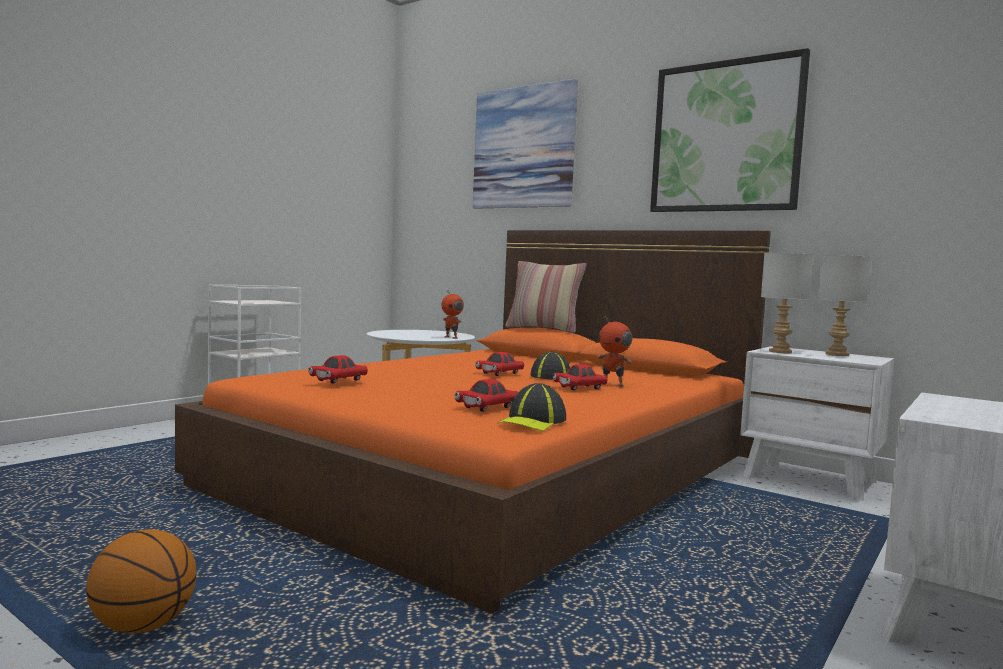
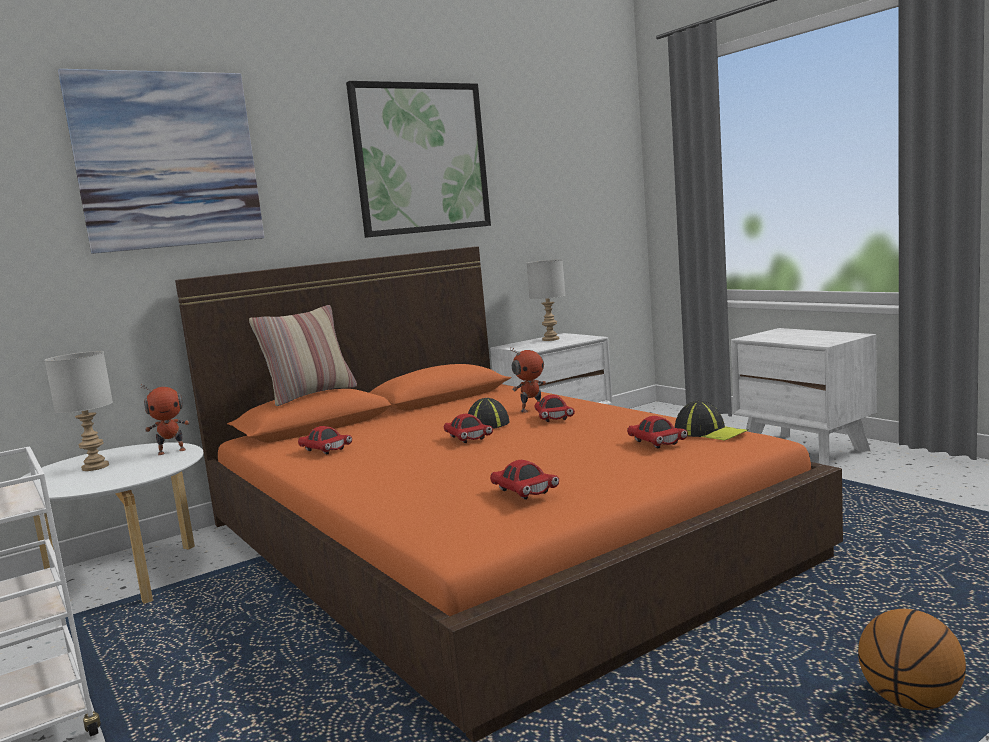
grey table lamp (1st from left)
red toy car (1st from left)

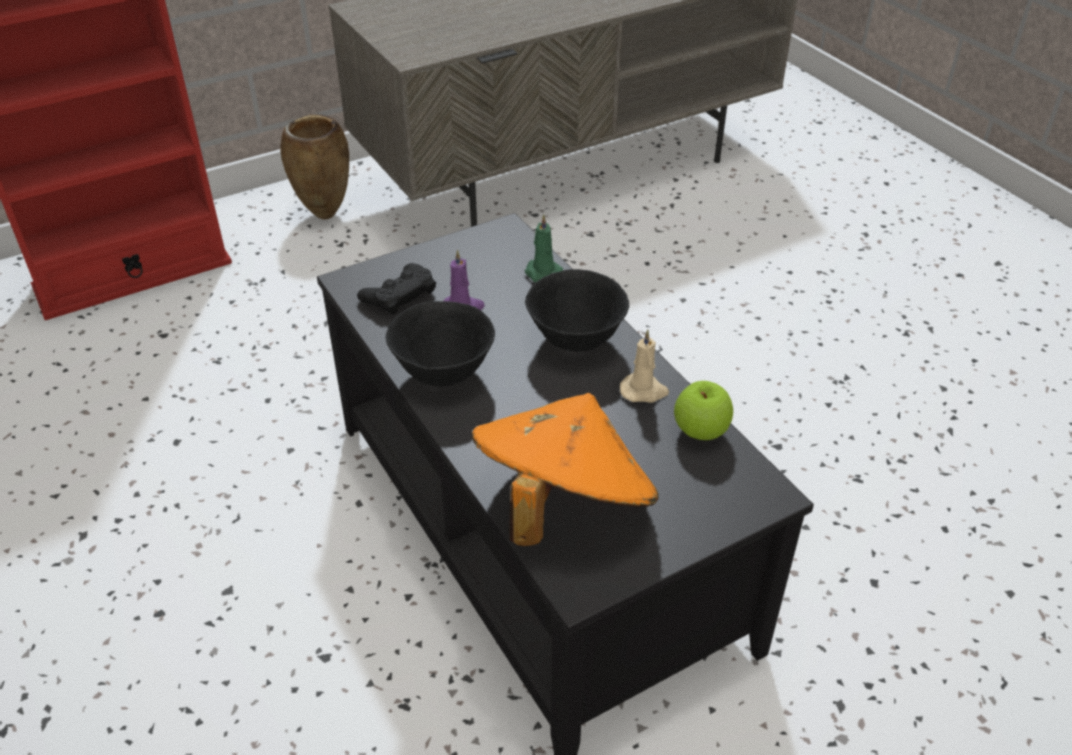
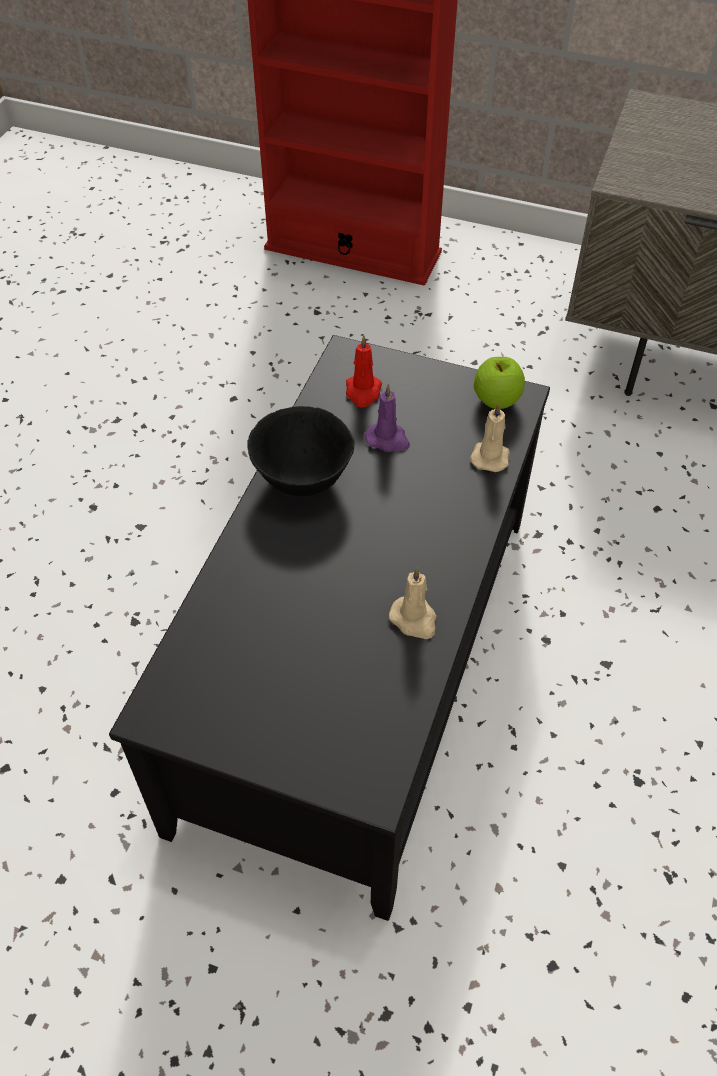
red candle
beige candle (2nd from left)
apple
brown vase
orange hat
black bowl (2nd from left in the first image)

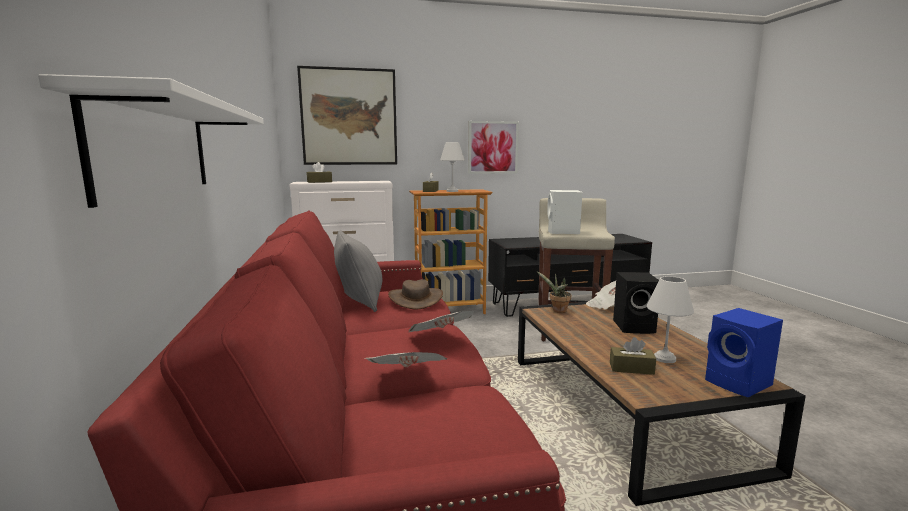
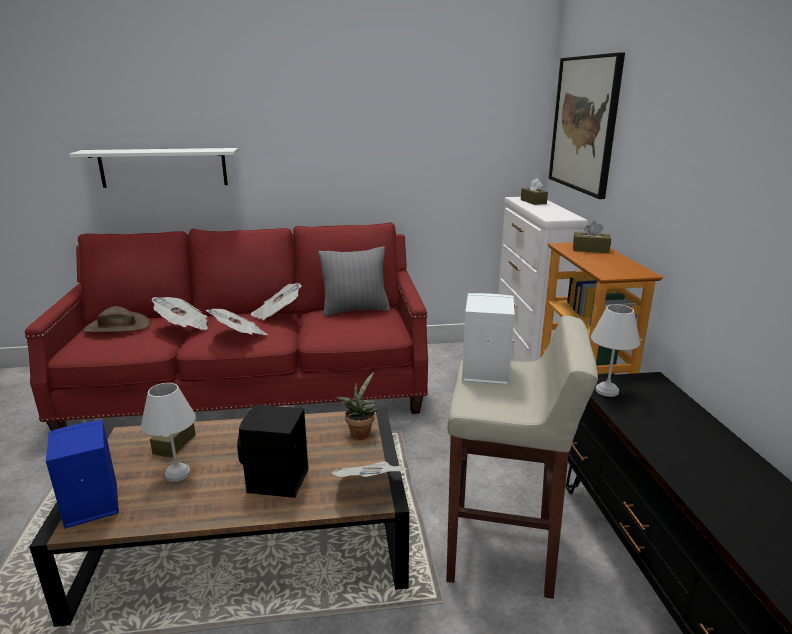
brown hat
newspaper (3rd from left)
white table lamp (2nd from left)
picture (2nd from left in the first image)

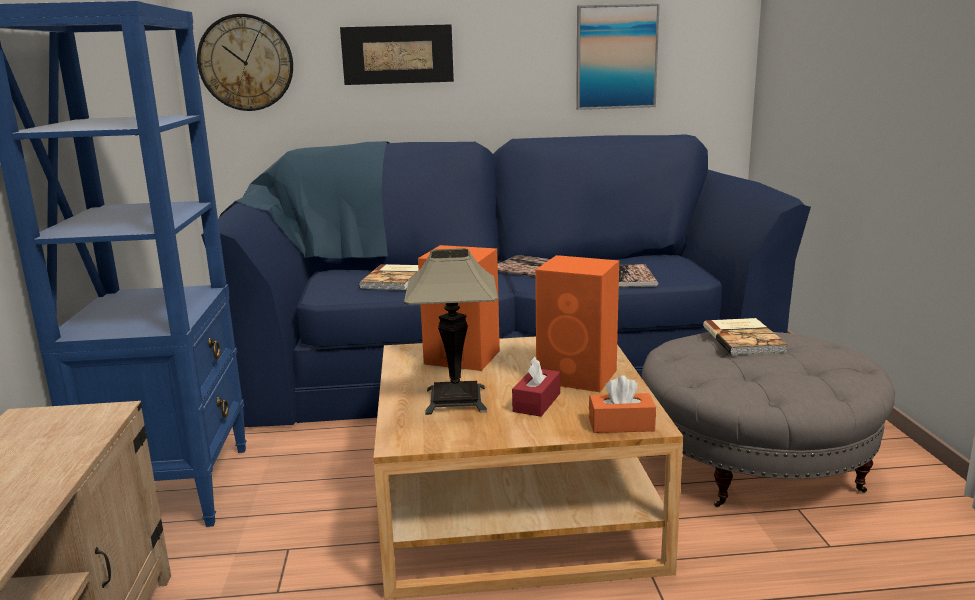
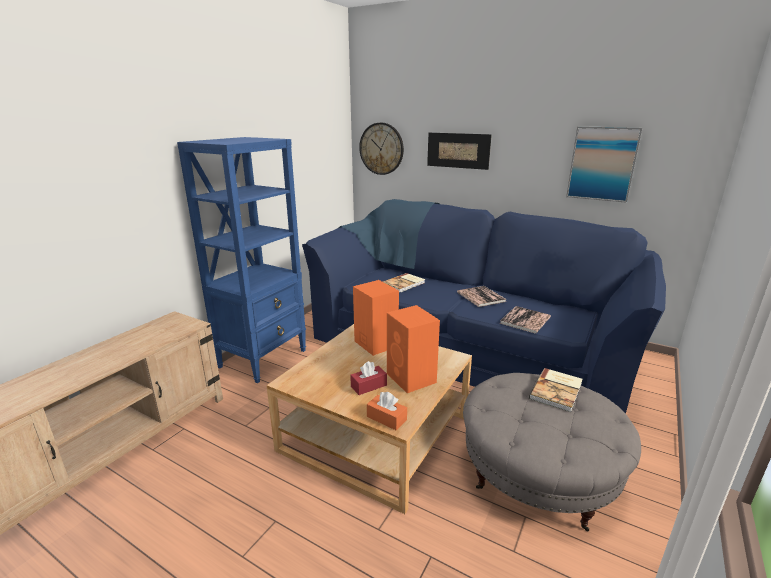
table lamp

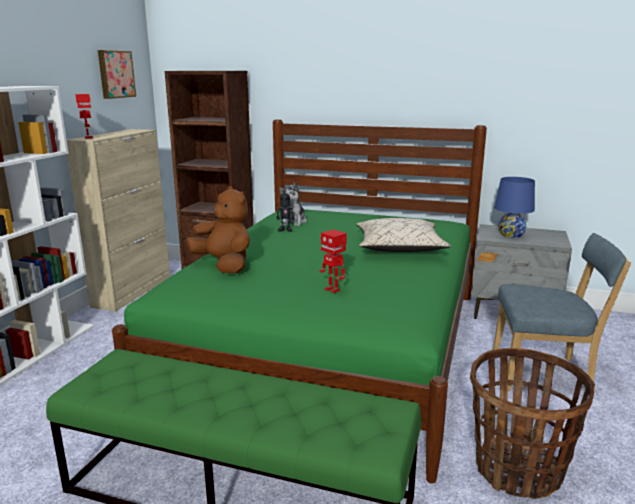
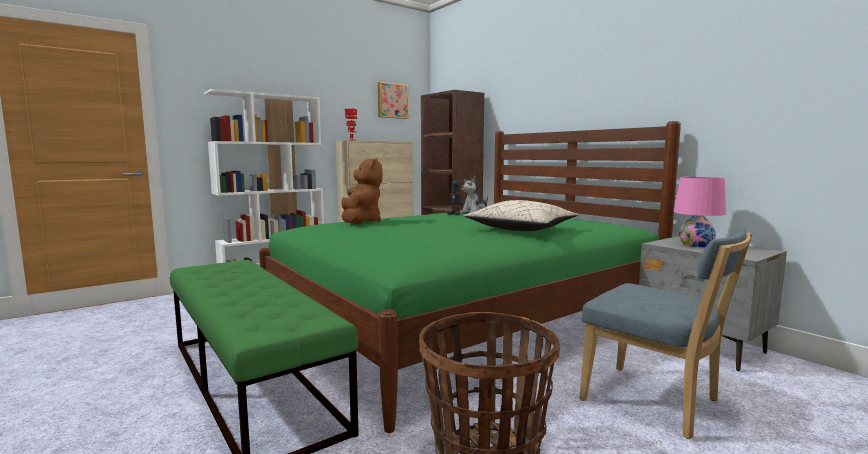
pink table lamp
toy robot (3rd from left in the first image)

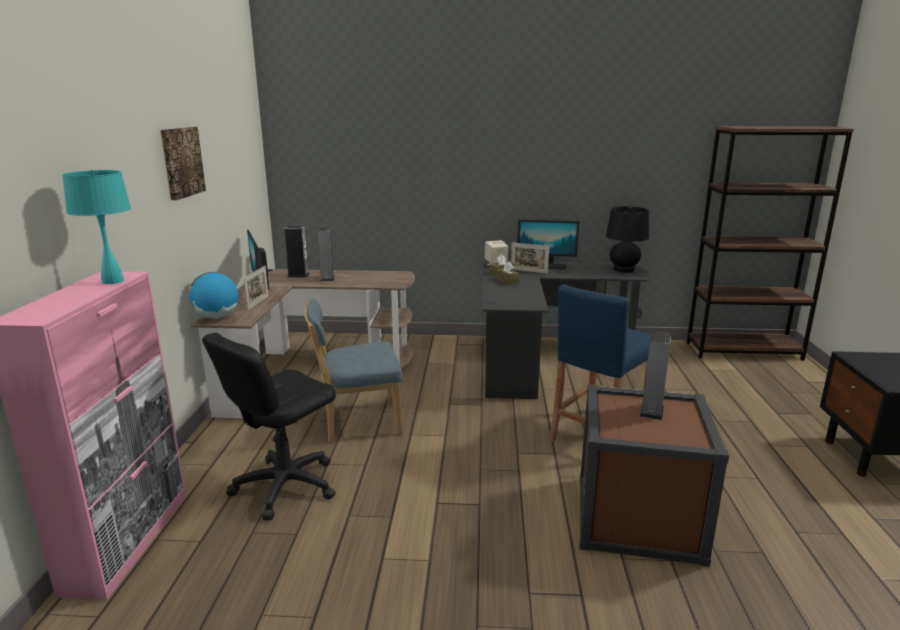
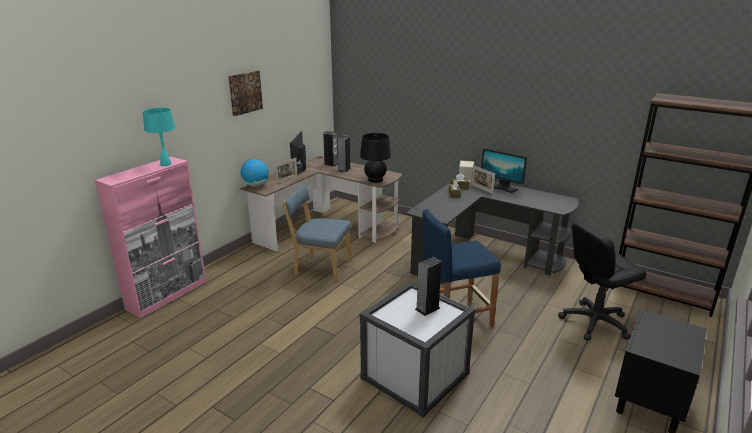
white storage box
black table lamp
black office chair

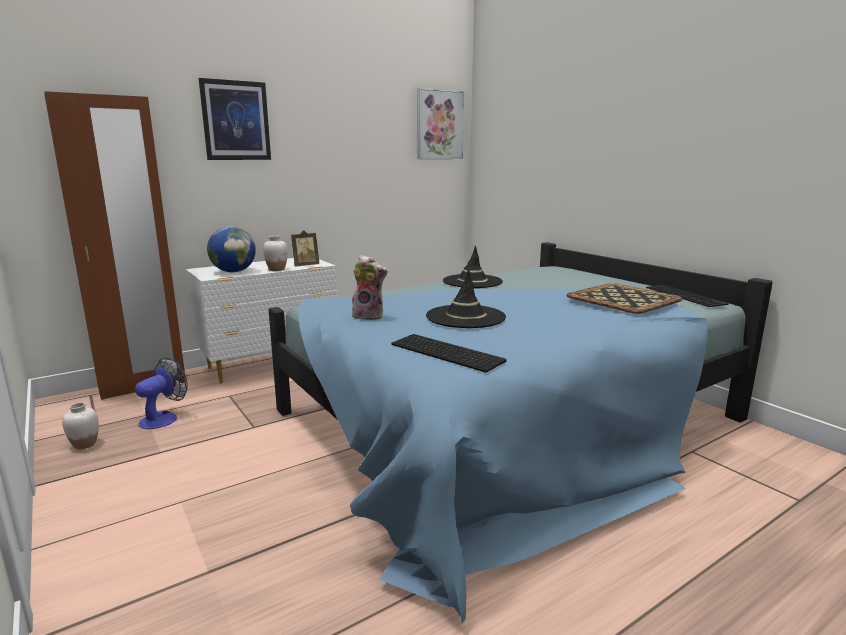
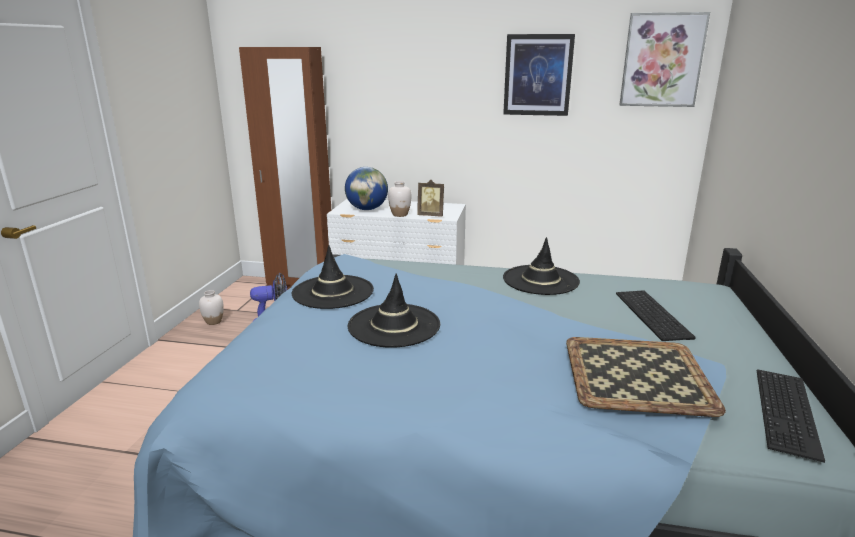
black hat (1st from left)
picture (1st from left)
keyboard (1st from left)

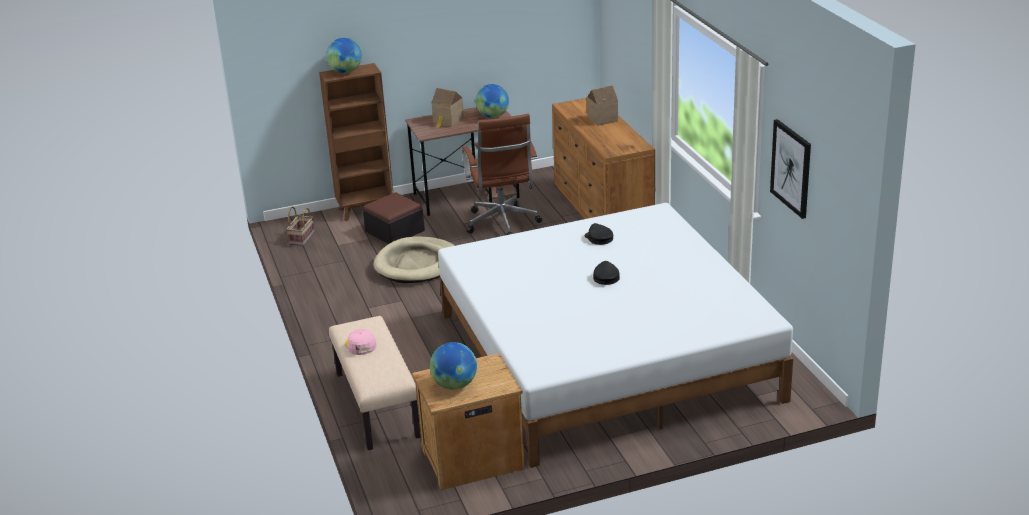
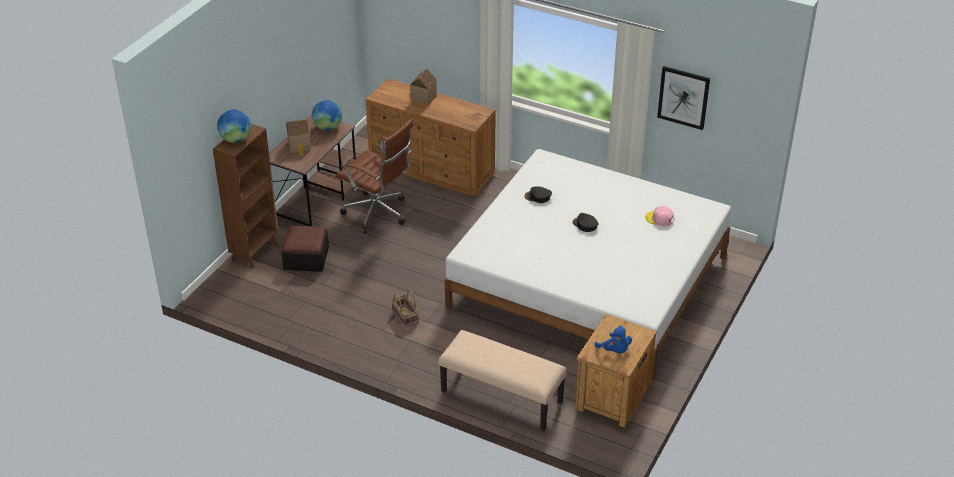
basket
blue plush toy
pink cap
beige dog bed

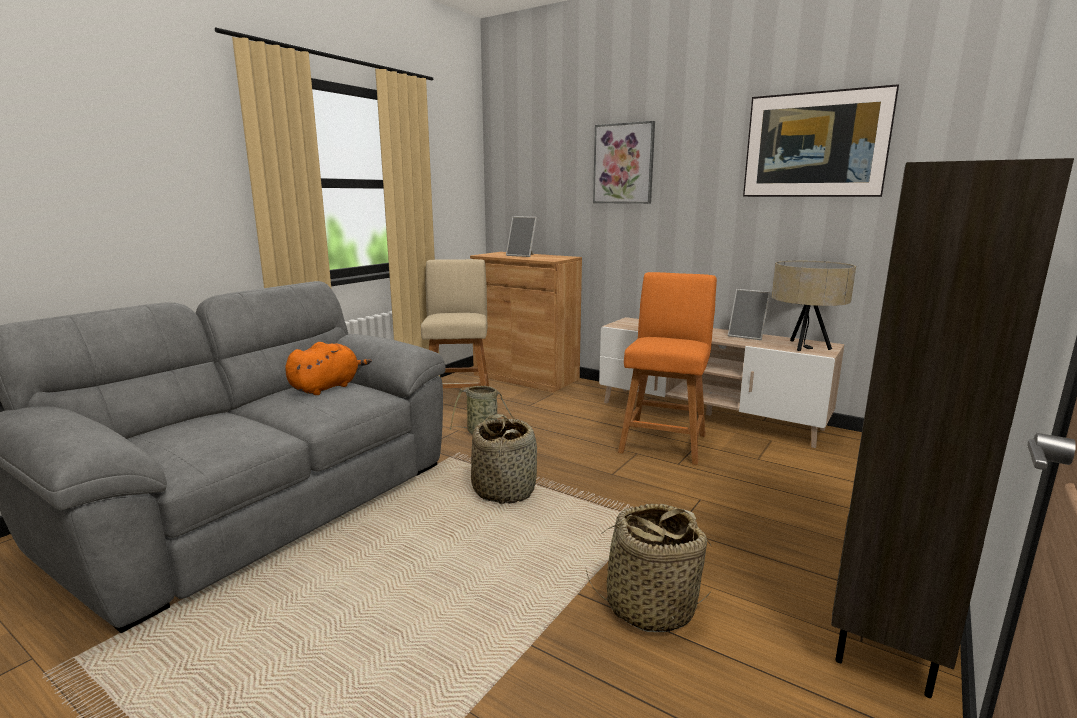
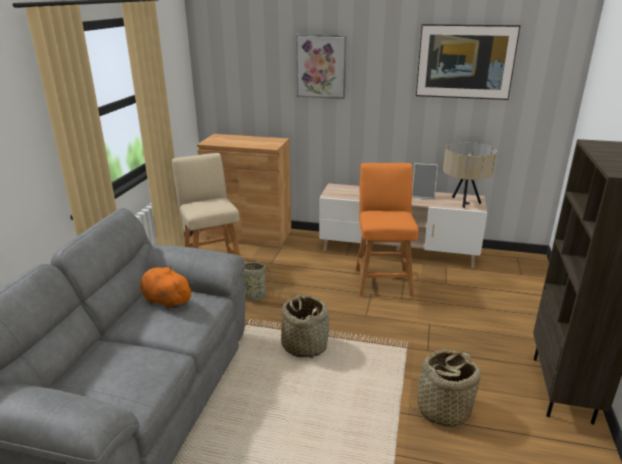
orange plush toy
picture frame (1st from left in the first image)

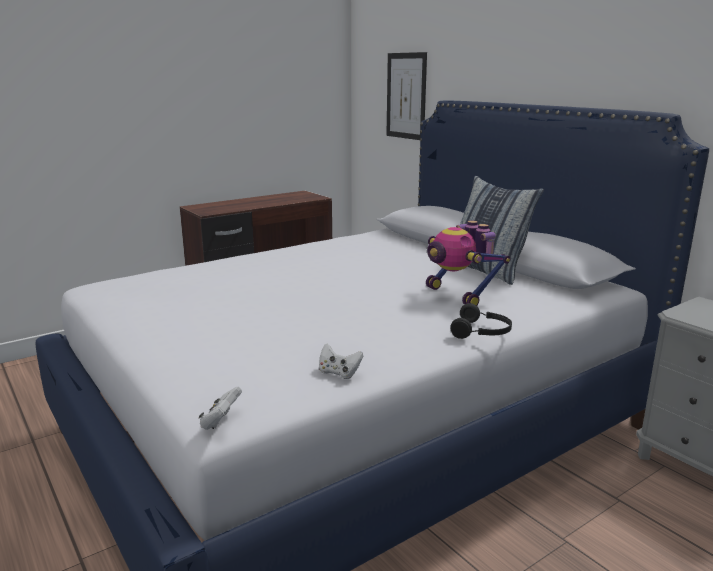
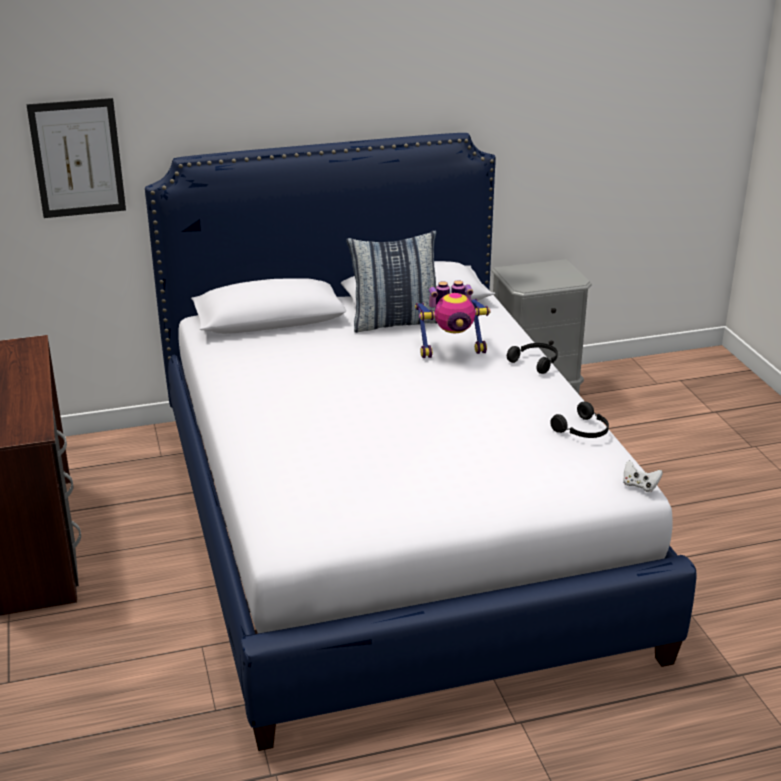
black headphones (2nd from left)

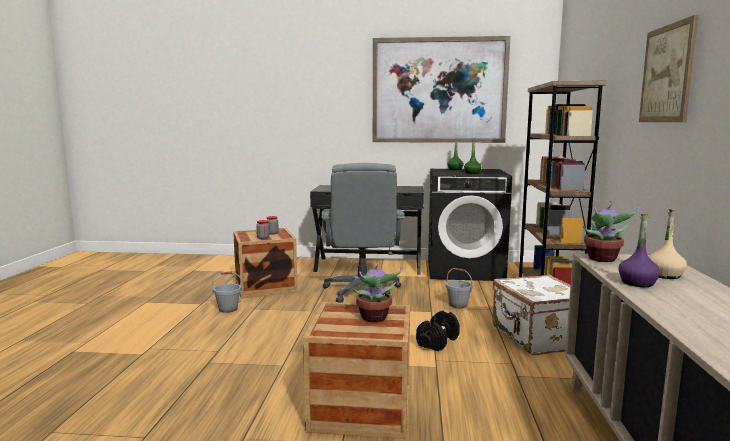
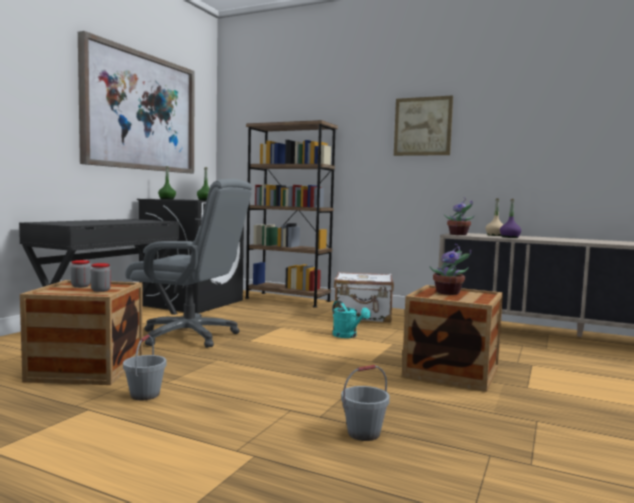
turquoise watering can
grey bucket (2nd from left)

